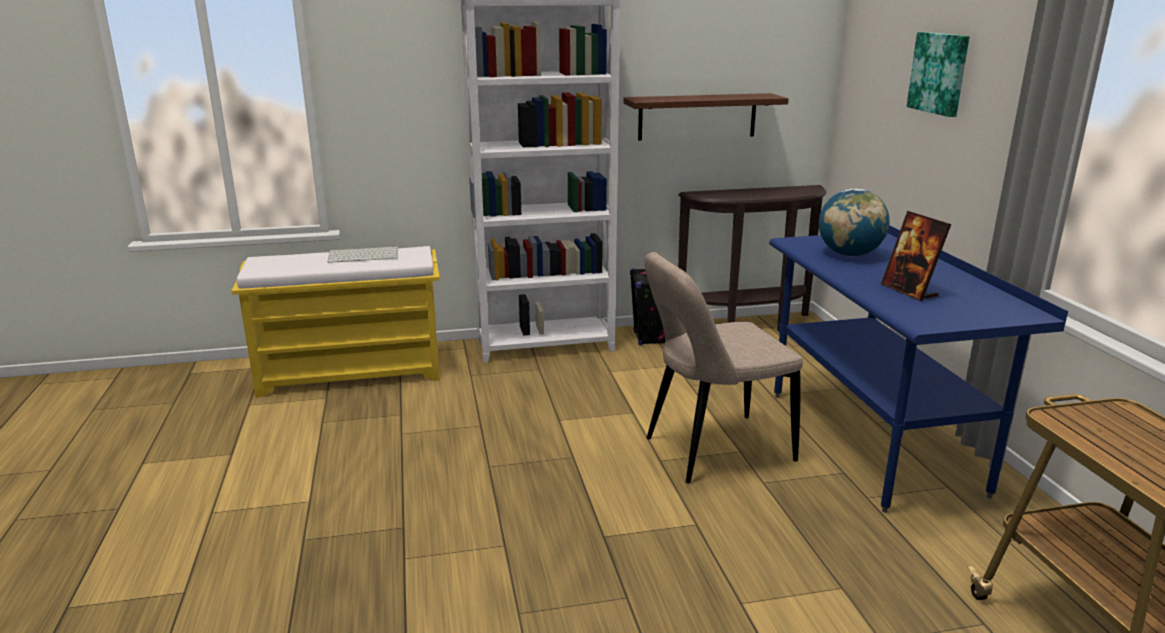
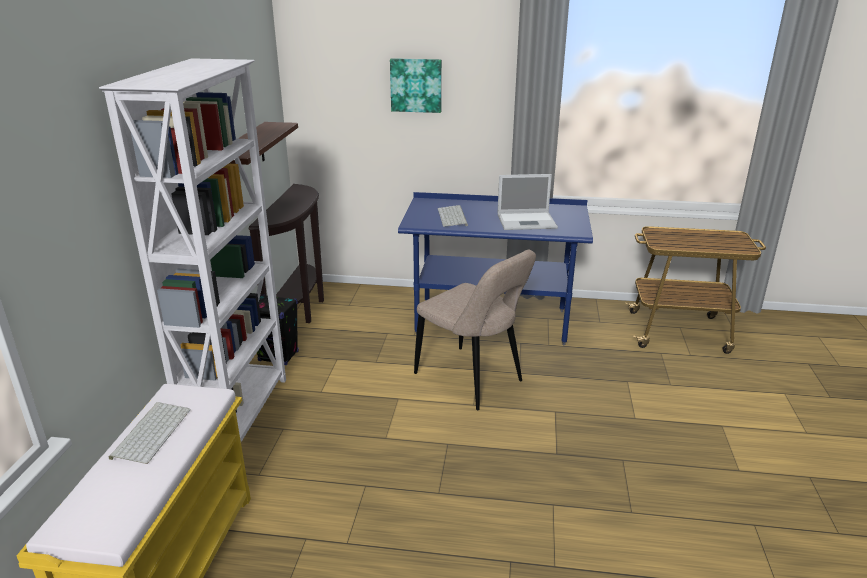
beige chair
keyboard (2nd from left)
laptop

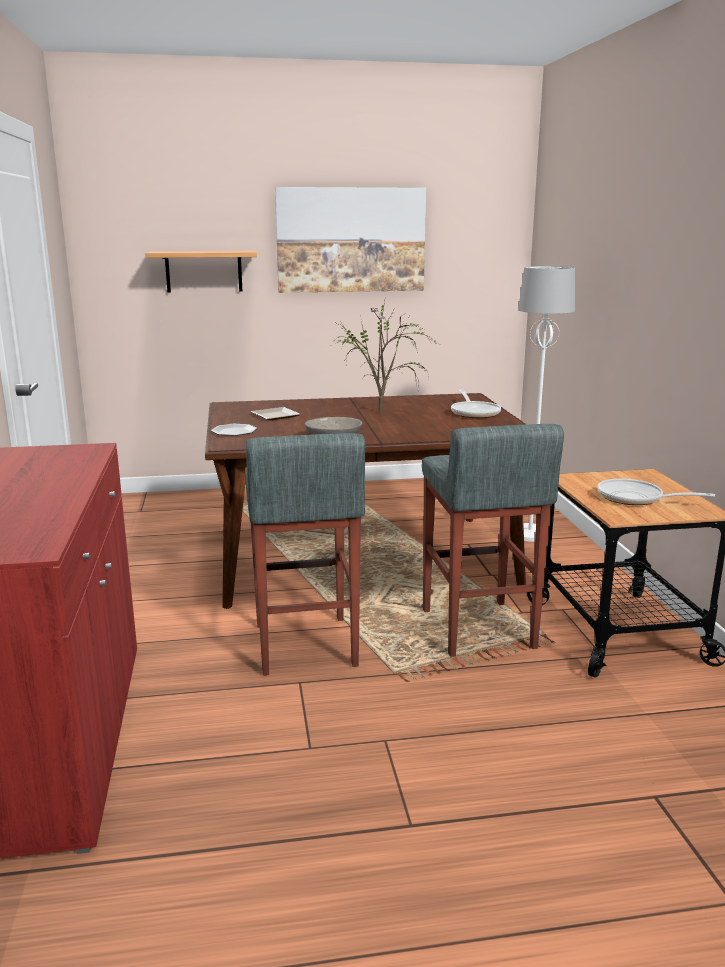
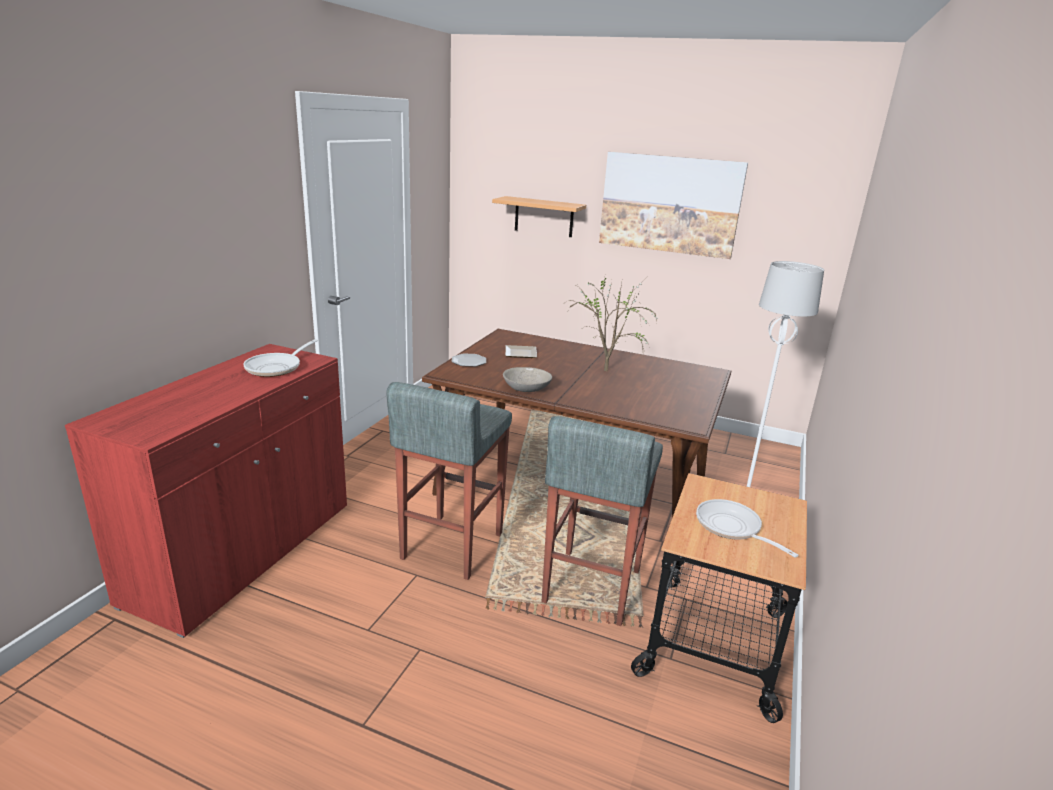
frying pan (1st from left)

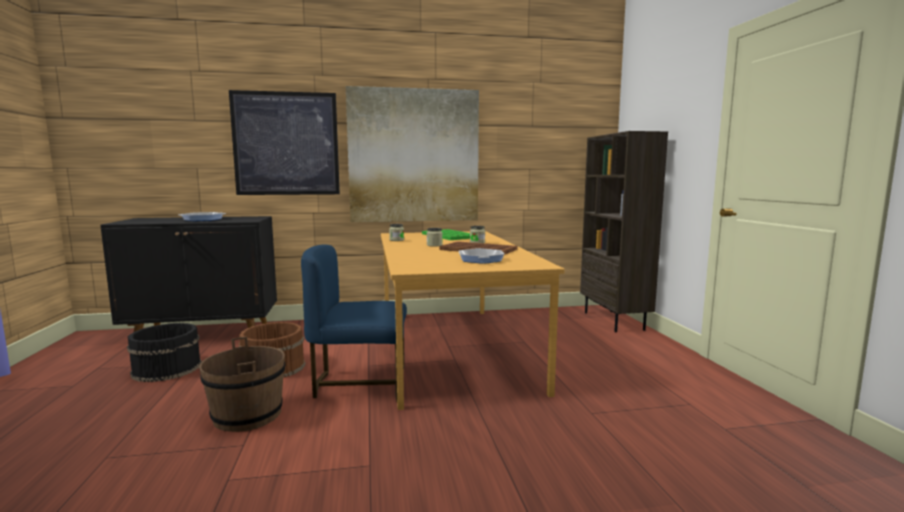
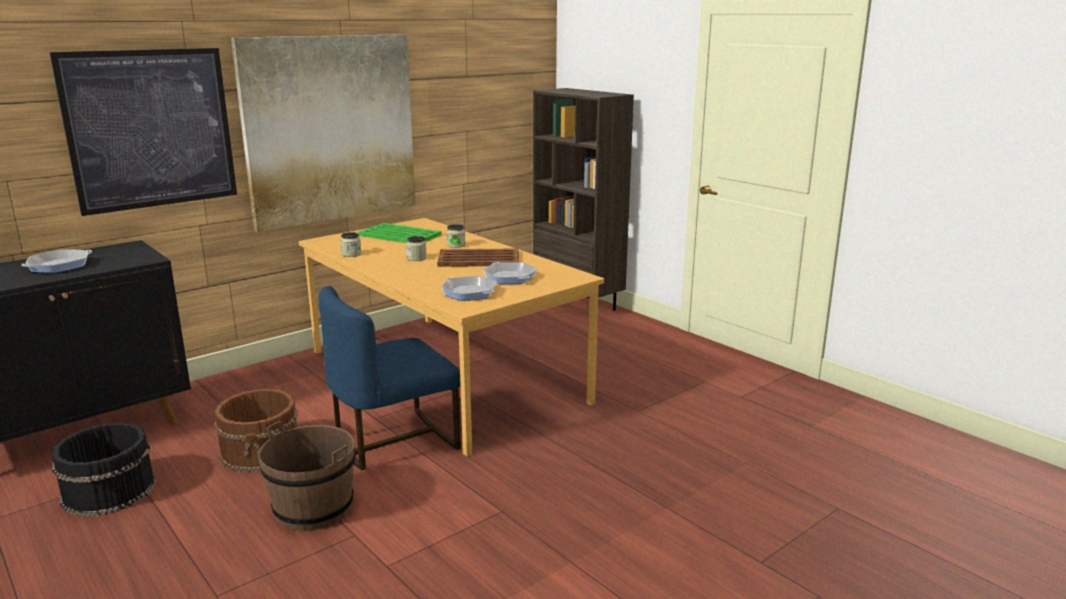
frying pan (2nd from left)

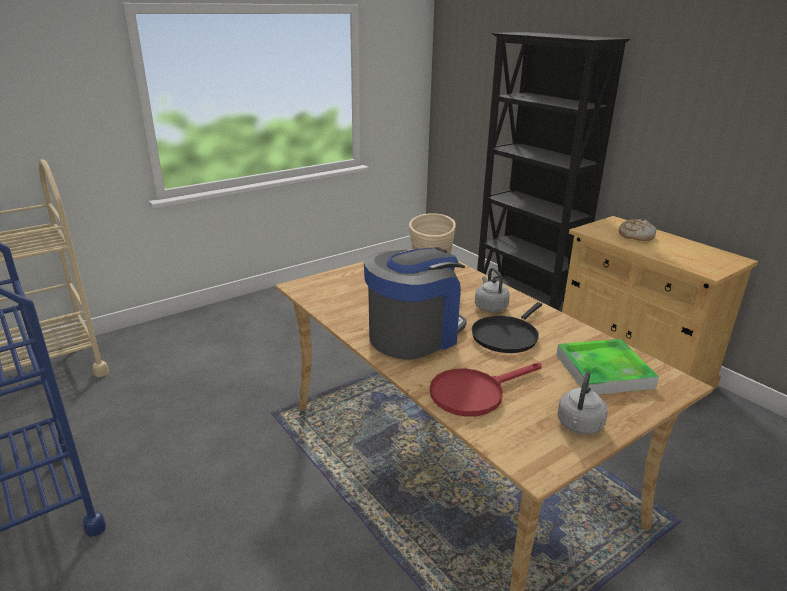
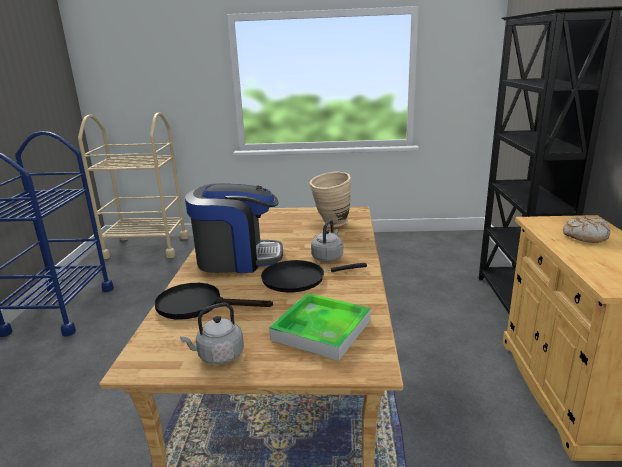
black frying pan (1st from left)

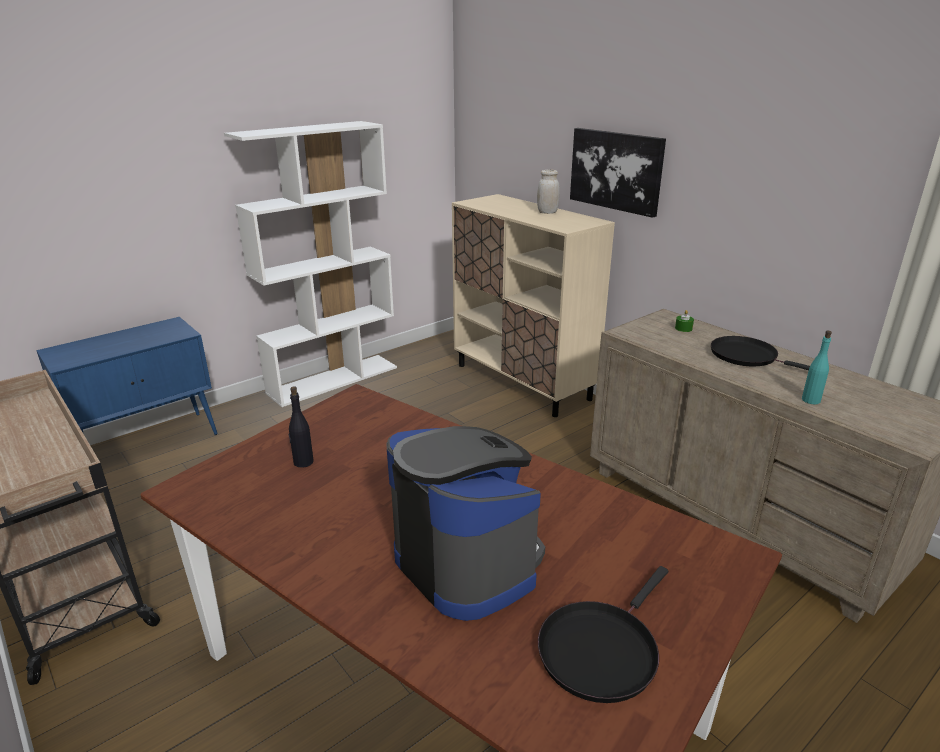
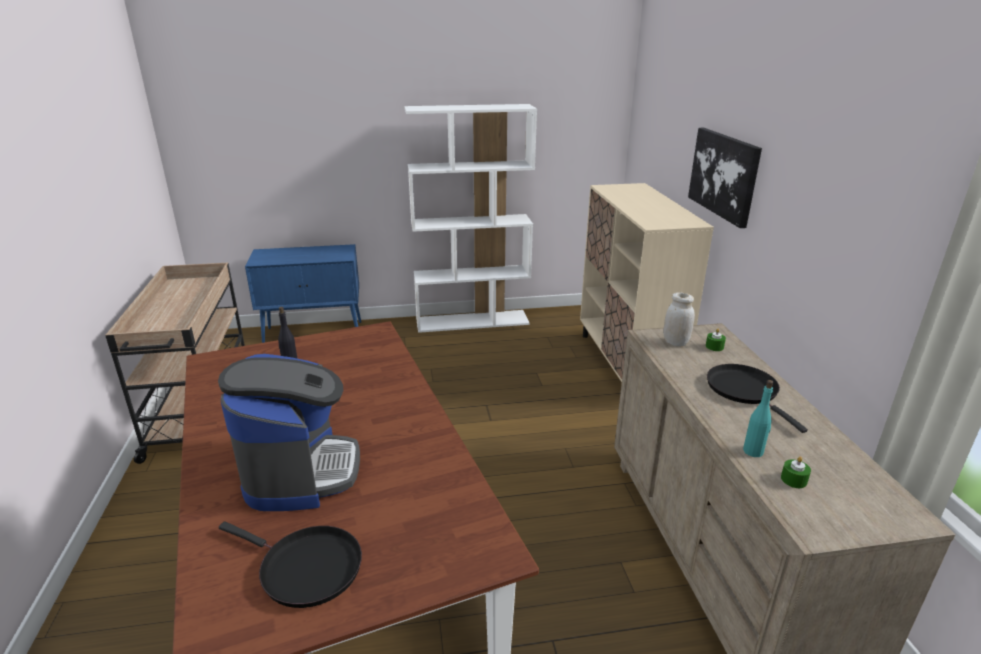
black frying pan (1st from left)
white jar
green candle (2nd from left)

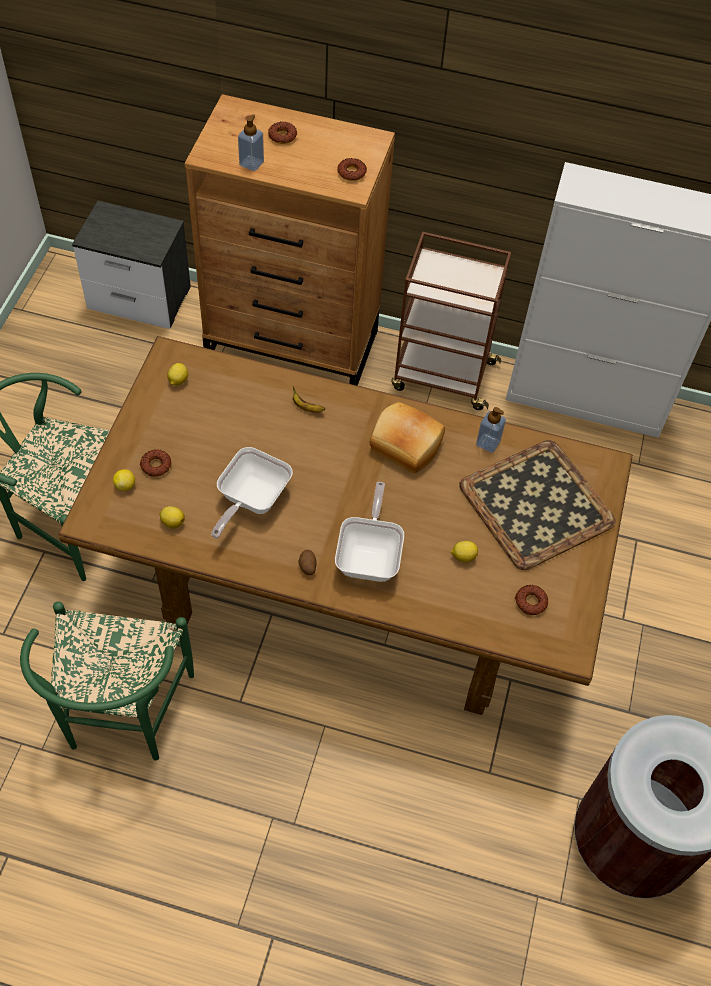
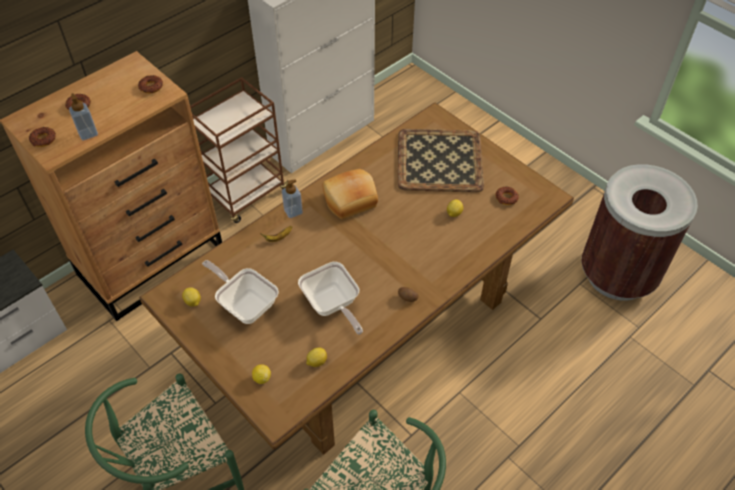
donut (1st from left)
frying pan (1st from left)
soap dispenser (2nd from left)

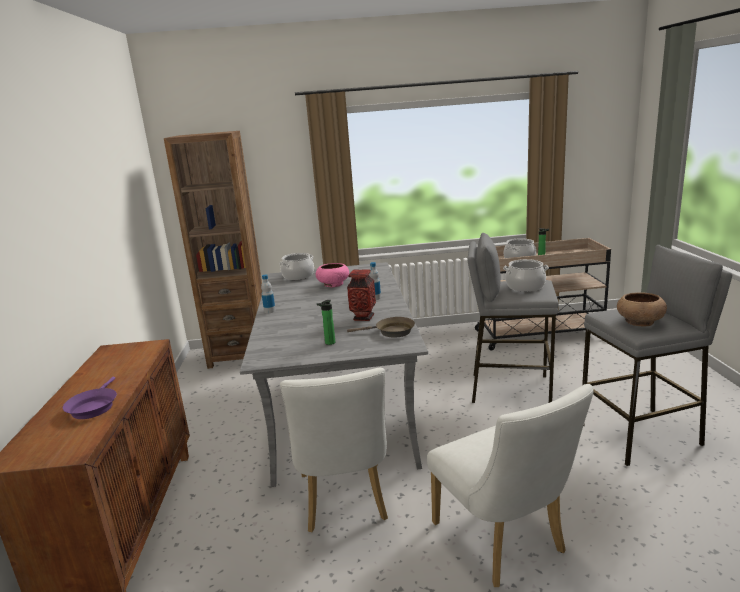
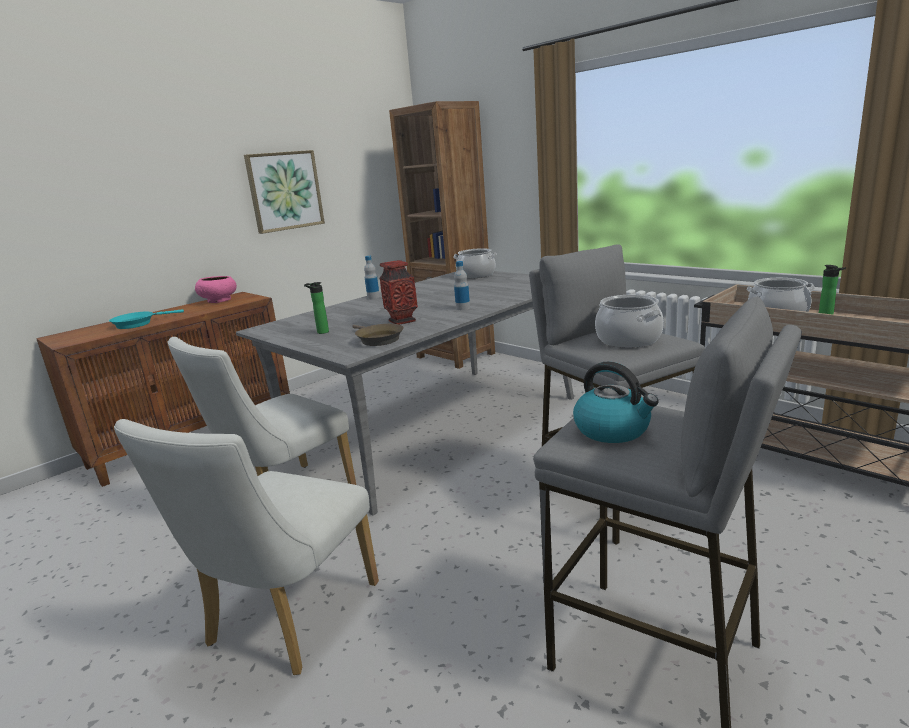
turquoise frying pan
pink bowl
picture
kettle

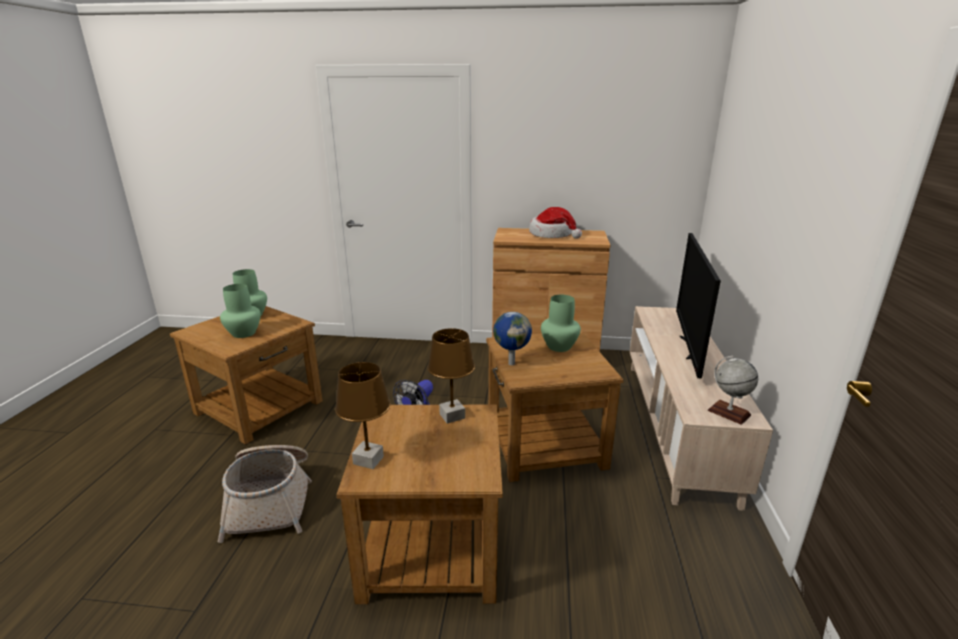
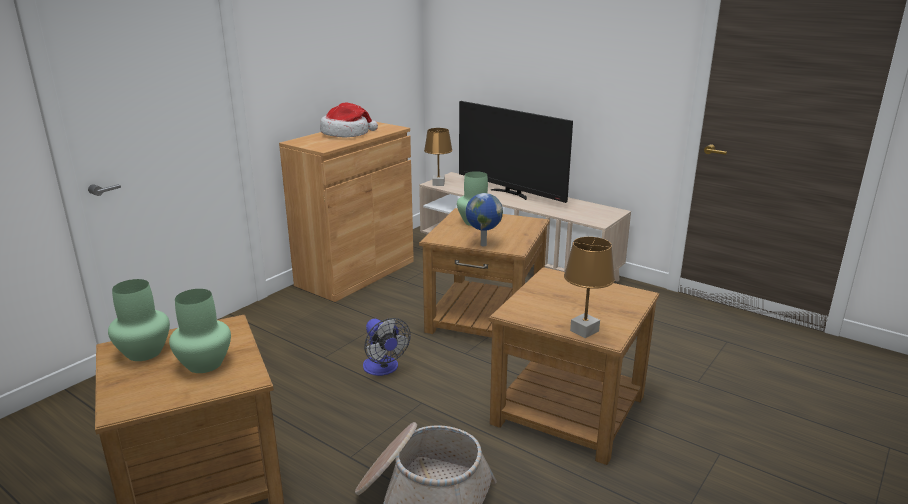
brown table lamp (1st from left)
globe (2nd from left in the first image)

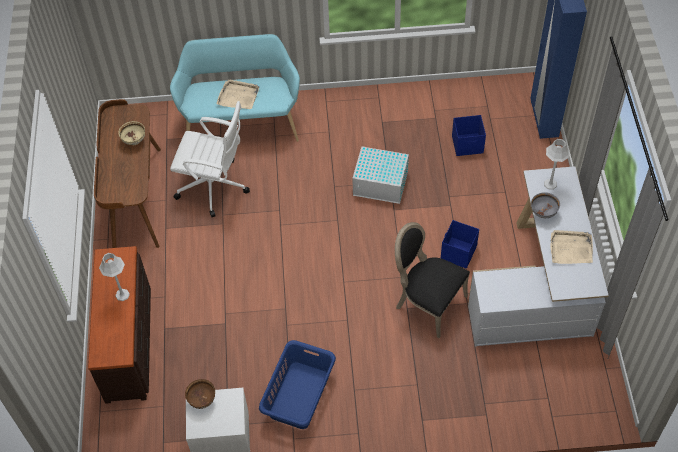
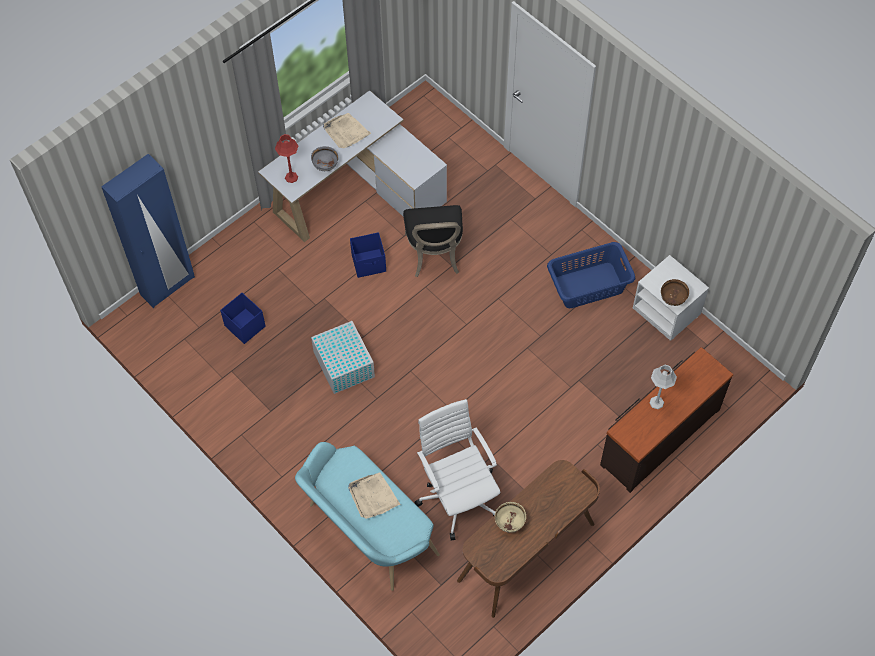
red table lamp

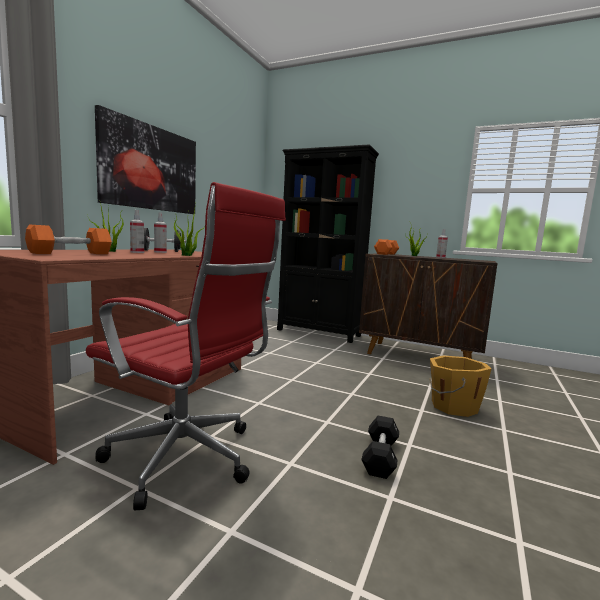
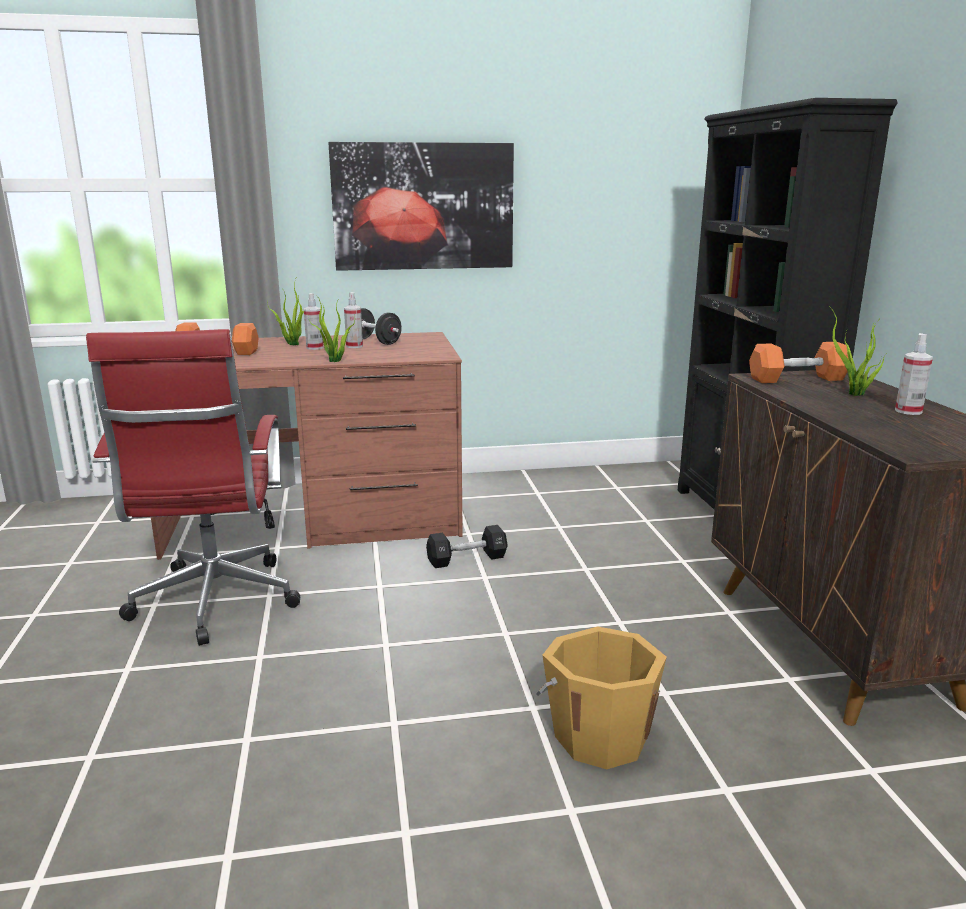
black dumbbell (2nd from left)

